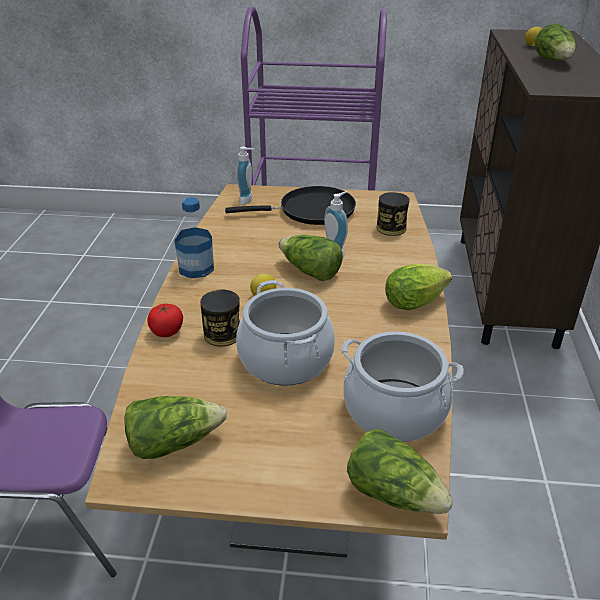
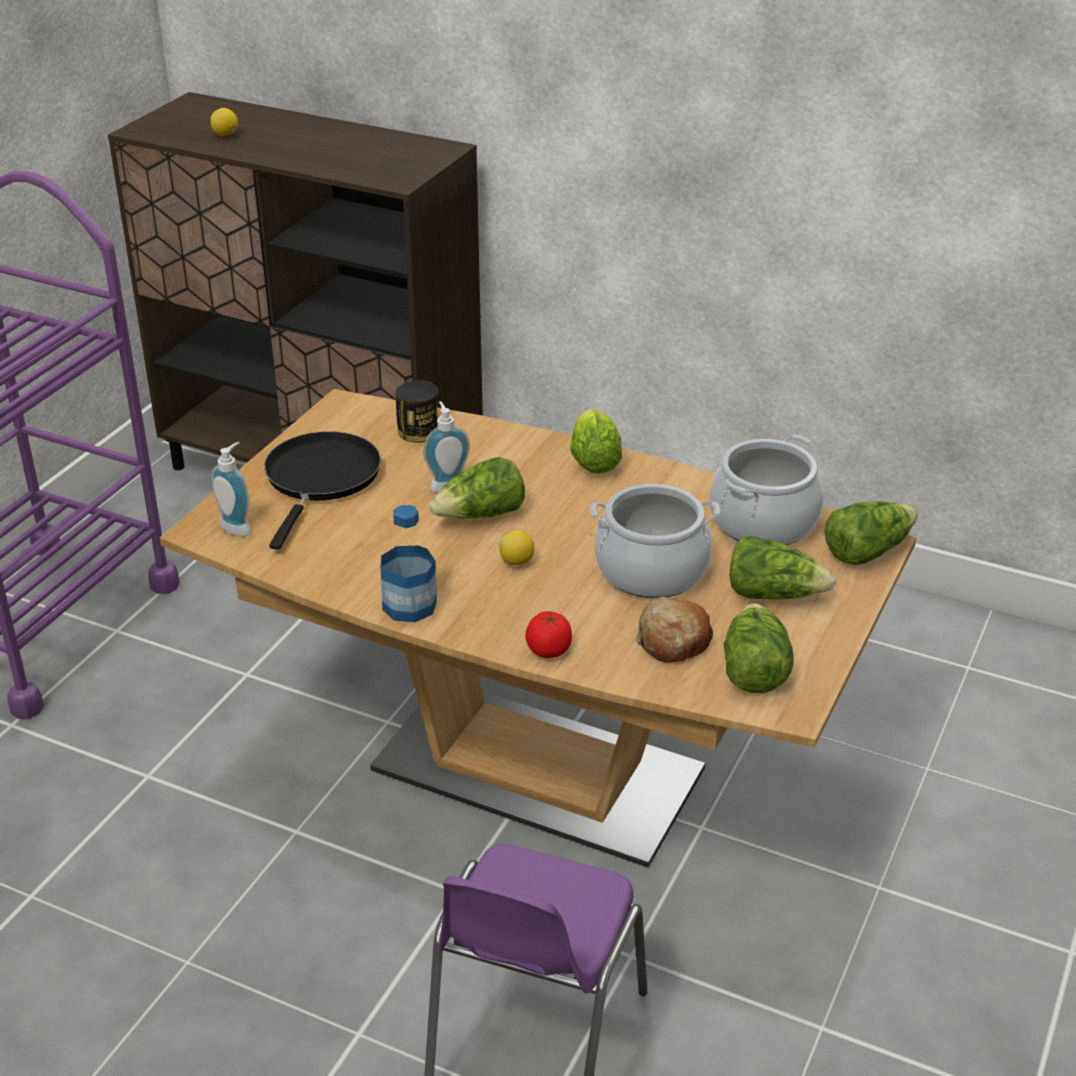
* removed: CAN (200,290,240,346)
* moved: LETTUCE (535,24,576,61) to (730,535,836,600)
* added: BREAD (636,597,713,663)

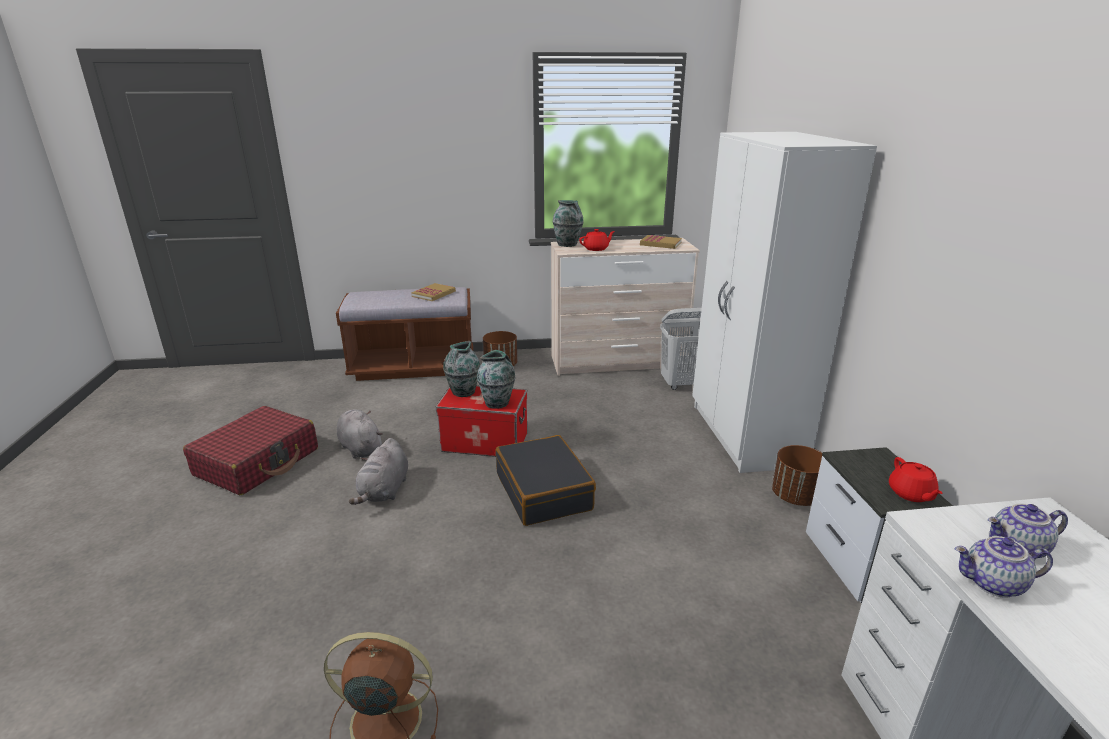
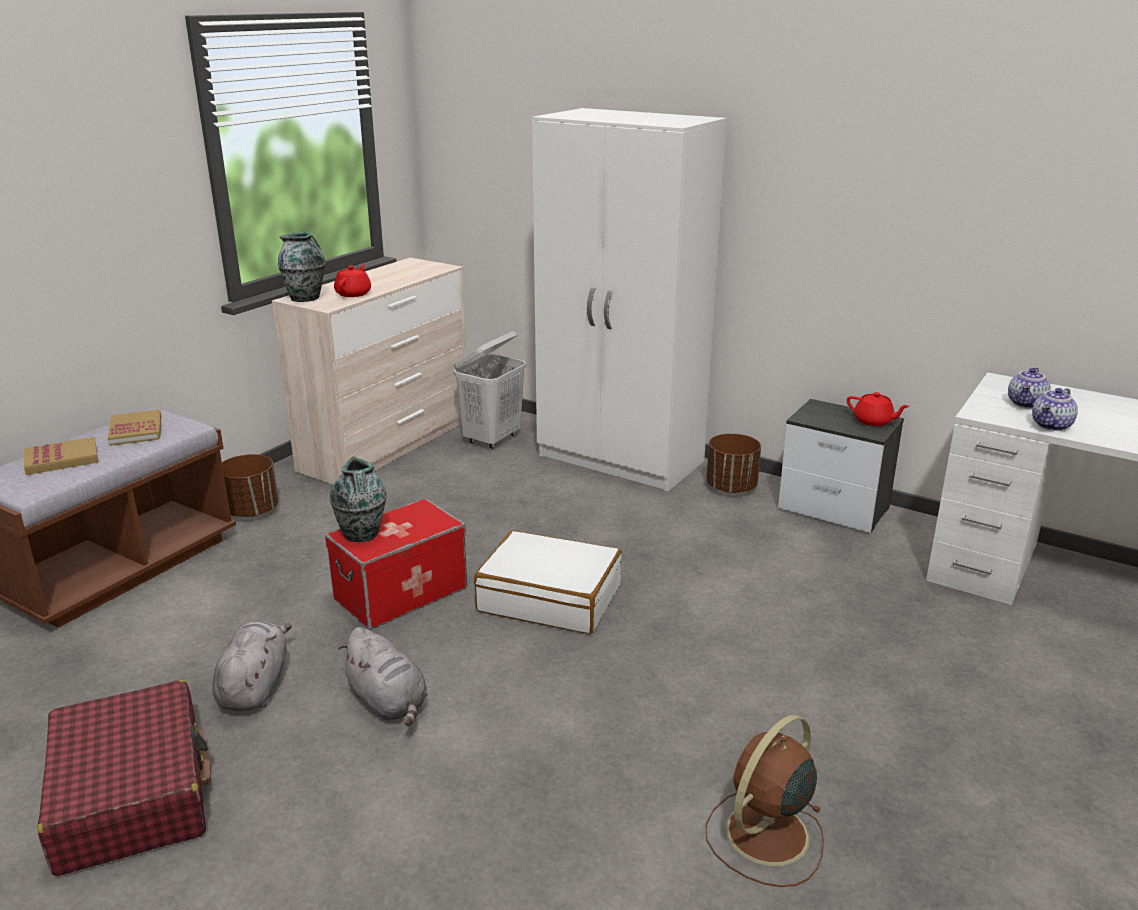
* turned: GREY PLUSH TOY (337,409,383,459) = (212,621,292,711) 90 degrees clockwise
* removed: VASE (477,350,515,409)
* recoloured: BLACK SUITCASE (495,435,596,526) to WHITE SUITCASE (474,530,622,634)
* moved: BOOK (640,235,682,249) to (24,437,98,475)

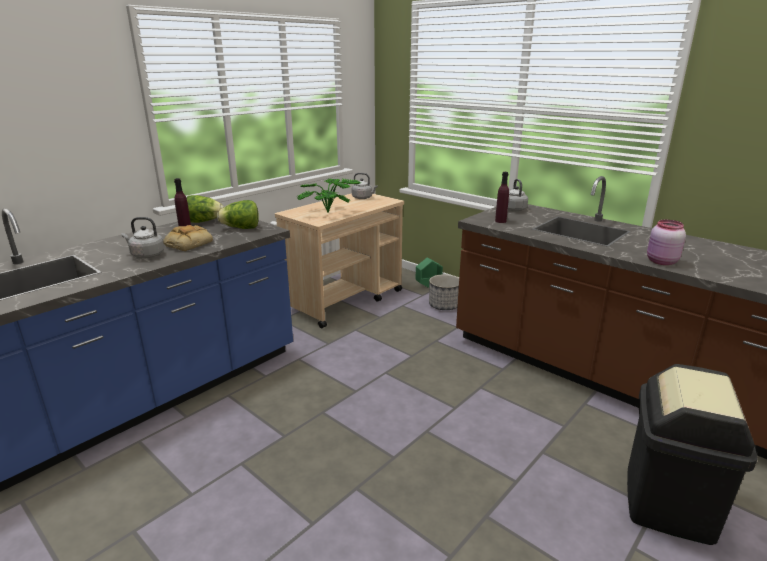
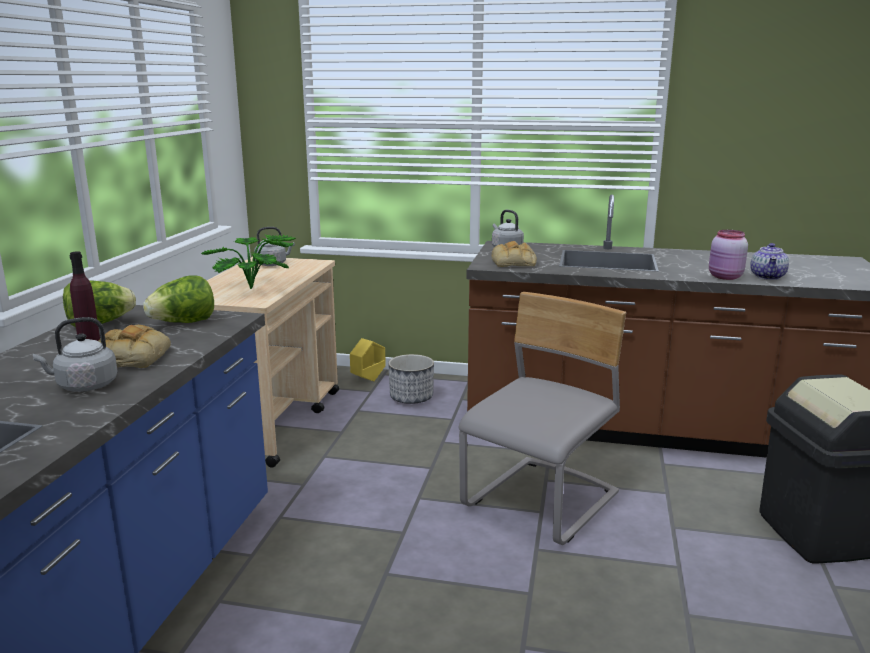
* recoloured: GREEN PLANTER (416,257,443,288) to YELLOW PLANTER (350,338,386,381)
* replaced: PURPLE BOTTLE (495,172,509,223) to BREAD (492,241,537,267)
* added: GREY CHAIR (459,292,626,545)
* added: TEAPOT (750,243,789,280)

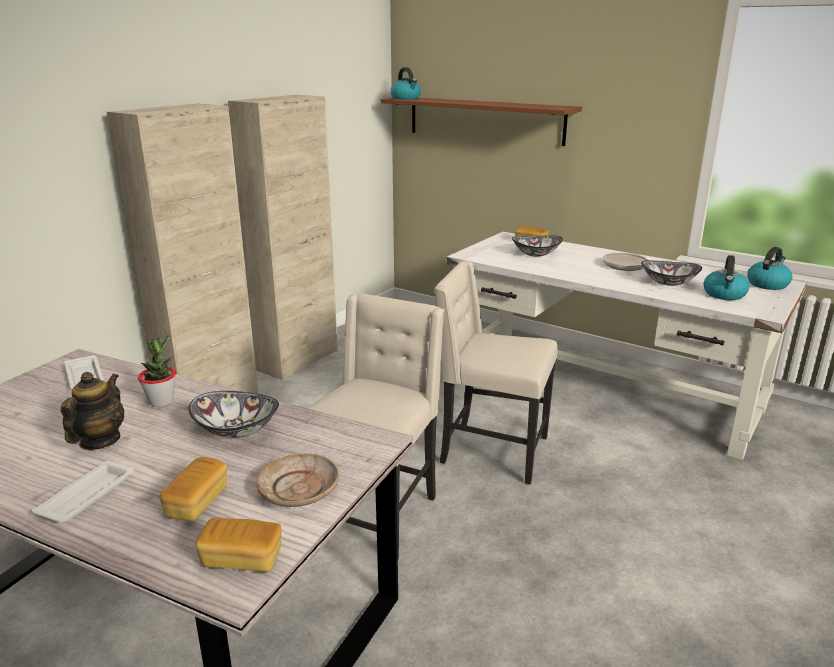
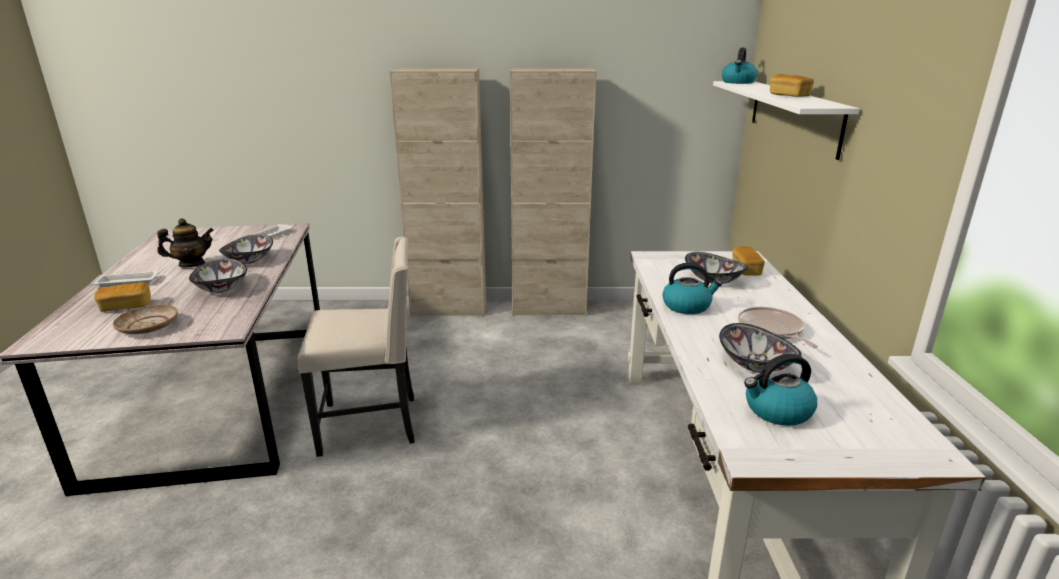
* replaced: POTTED PLANT (138,335,176,407) to BOWL (219,234,273,264)
* moved: BREAD (195,517,282,572) to (770,74,814,97)
* recoloured: BROWN SHELF (380,98,582,146) to WHITE SHELF (713,81,860,160)
* removed: BEIGE CHAIR (434,260,557,484)
* moved: KETTLE (747,247,792,290) to (662,263,722,314)

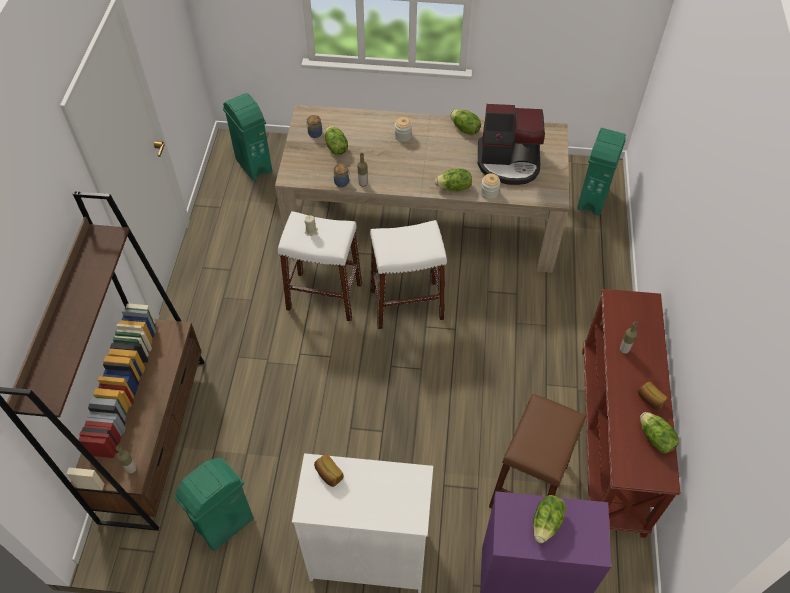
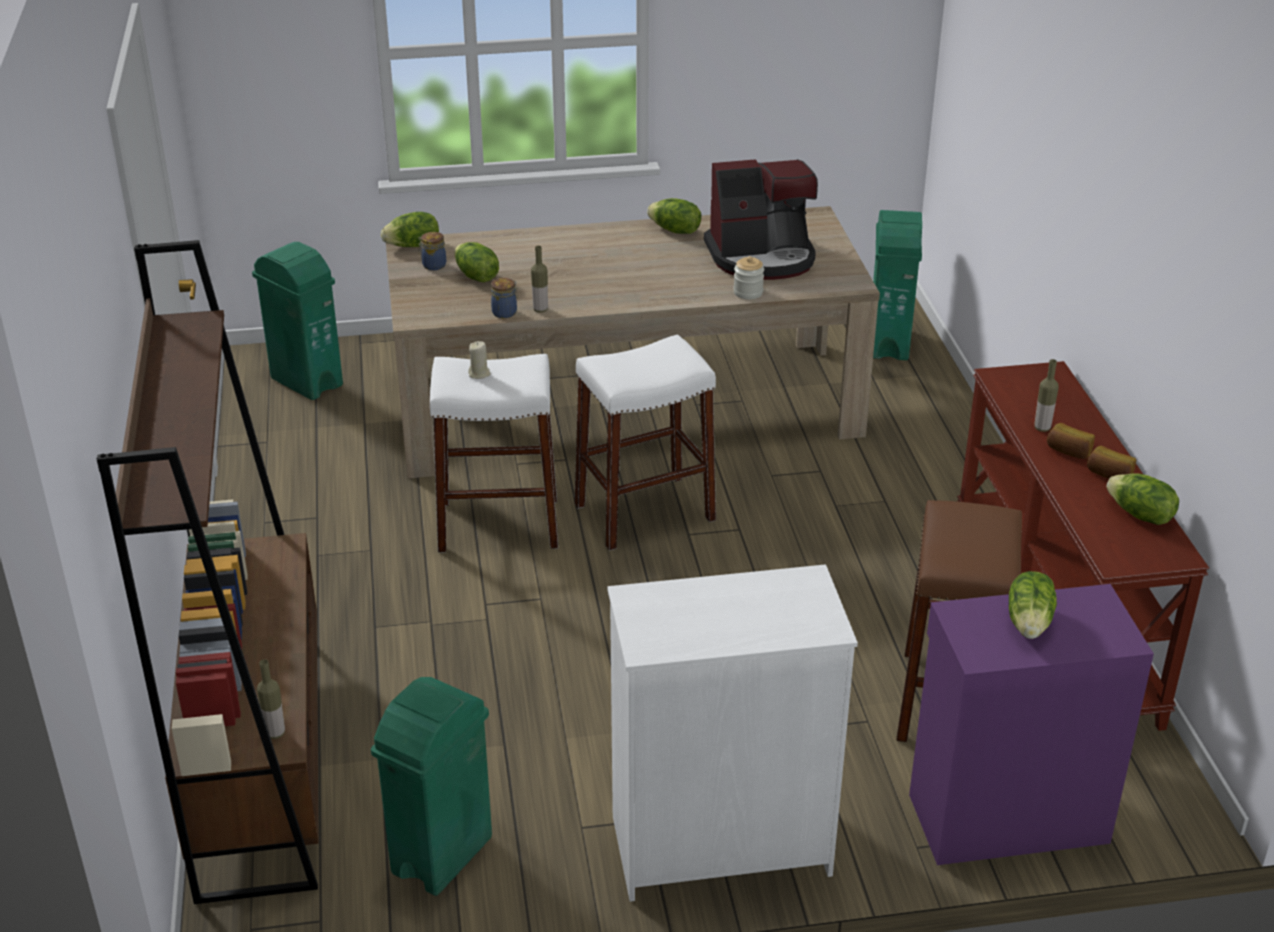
* moved: BREAD (314,454,344,487) to (1047,423,1095,459)
* removed: JAR (395,117,412,142)
* moved: LETTUCE (435,169,472,191) to (381,212,439,247)

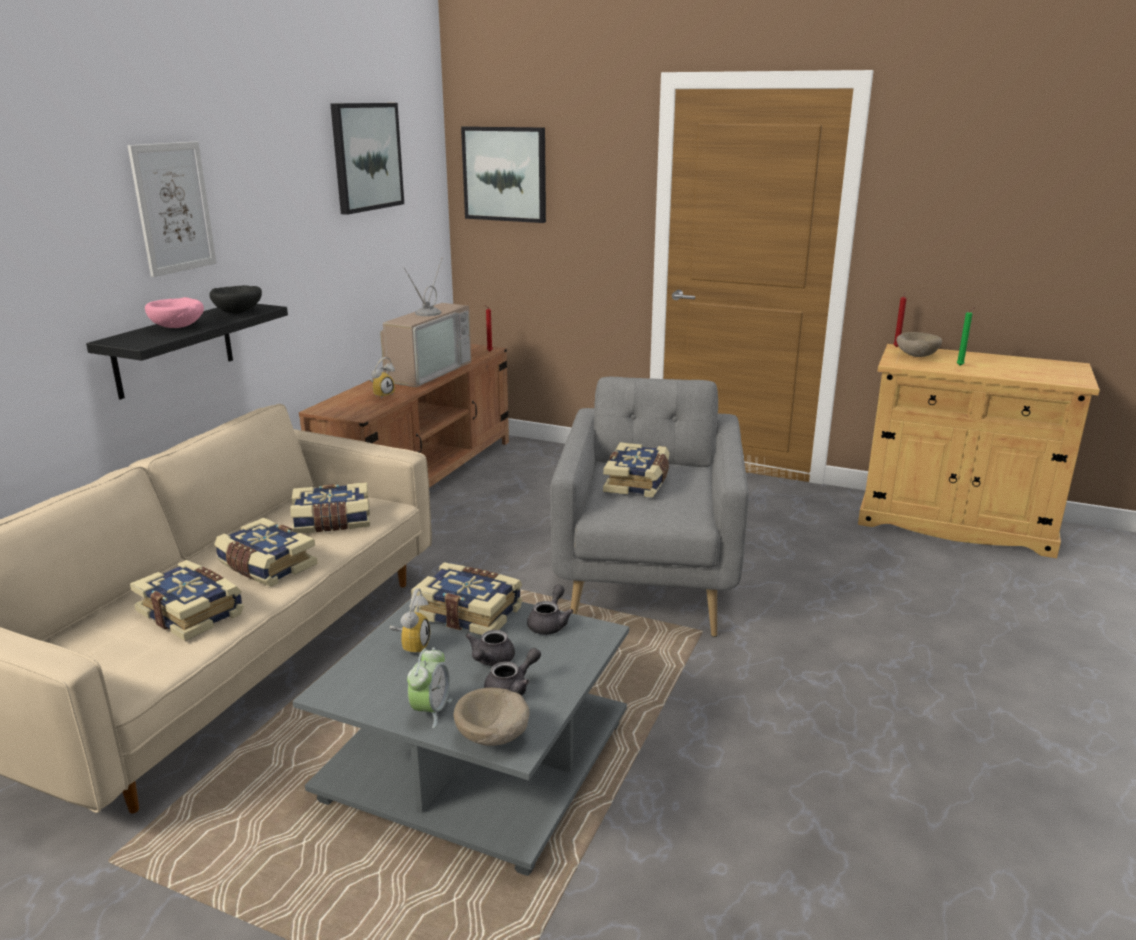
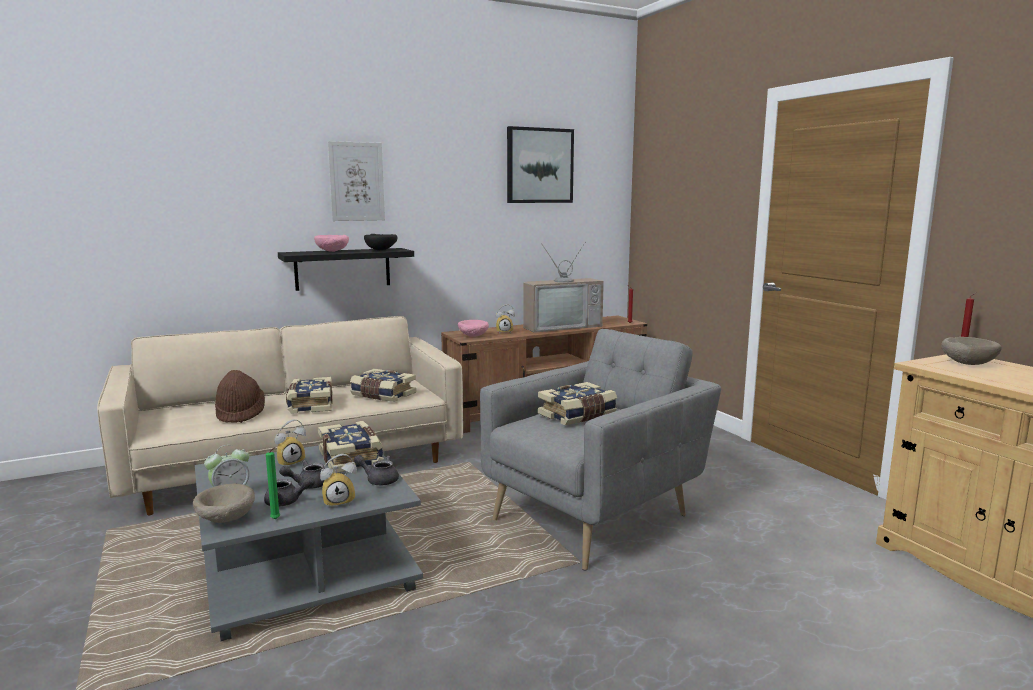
* replaced: BOOK (130,560,244,641) to BROWN HAT (215,370,265,423)
* removed: PICTURE (461,126,546,223)
* turned: GREY TEAPOT (527,585,574,635) = (354,455,399,485) 135 degrees counterclockwise
* moved: GREEN CANDLE (957,307,975,366) to (266,447,280,520)
* added: ALARM CLOCK (320,454,357,509)
* added: PINK BOWL (458,320,489,337)

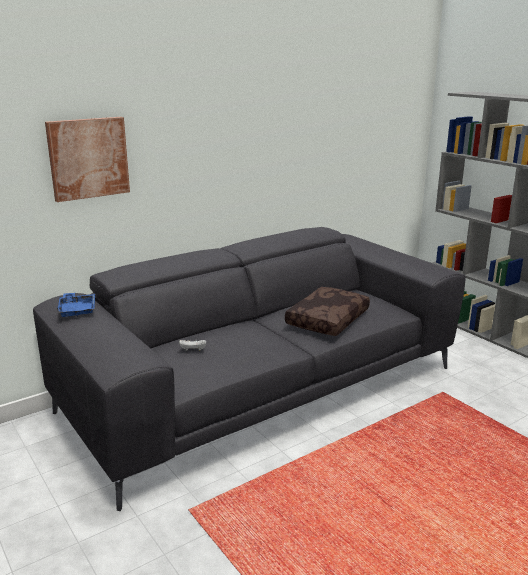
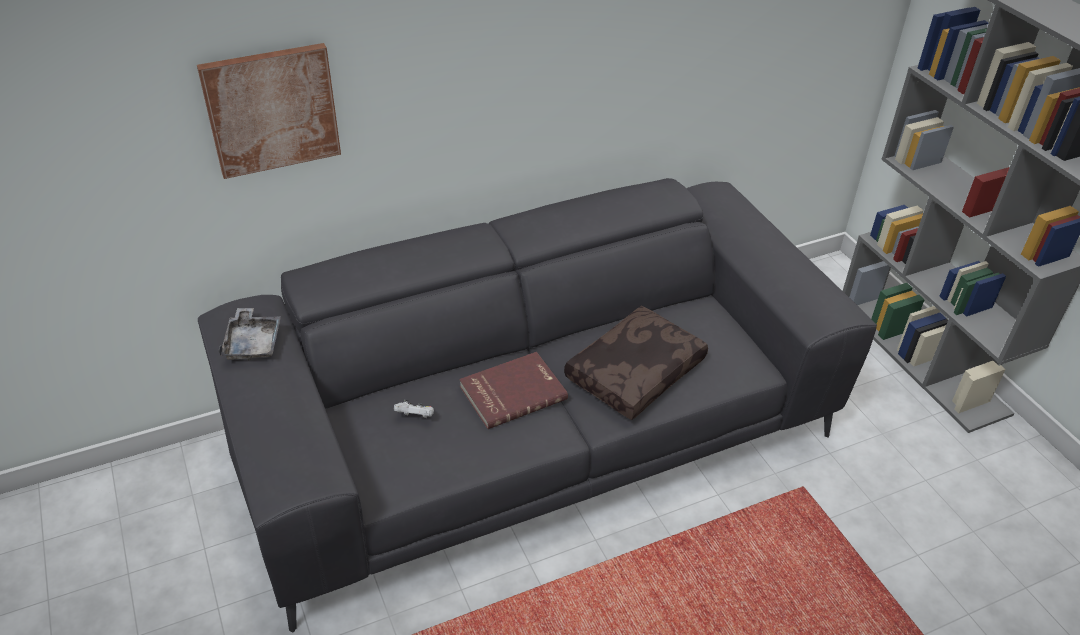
* recoloured: BLUE TRAY (57,293,95,317) to GREY TRAY (218,308,281,360)
* added: RED BOOK (459,352,568,429)

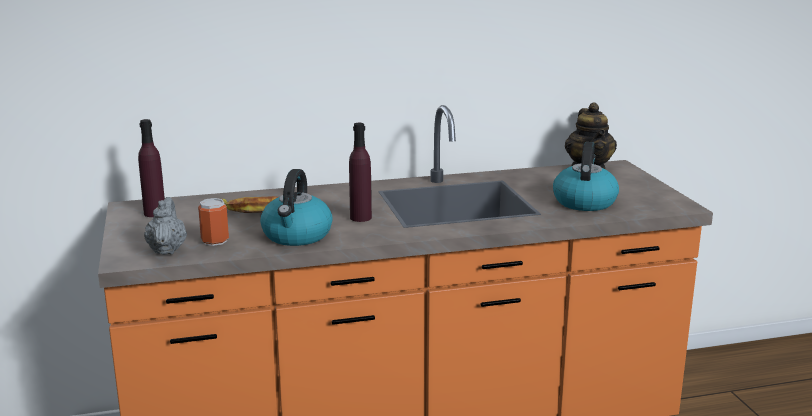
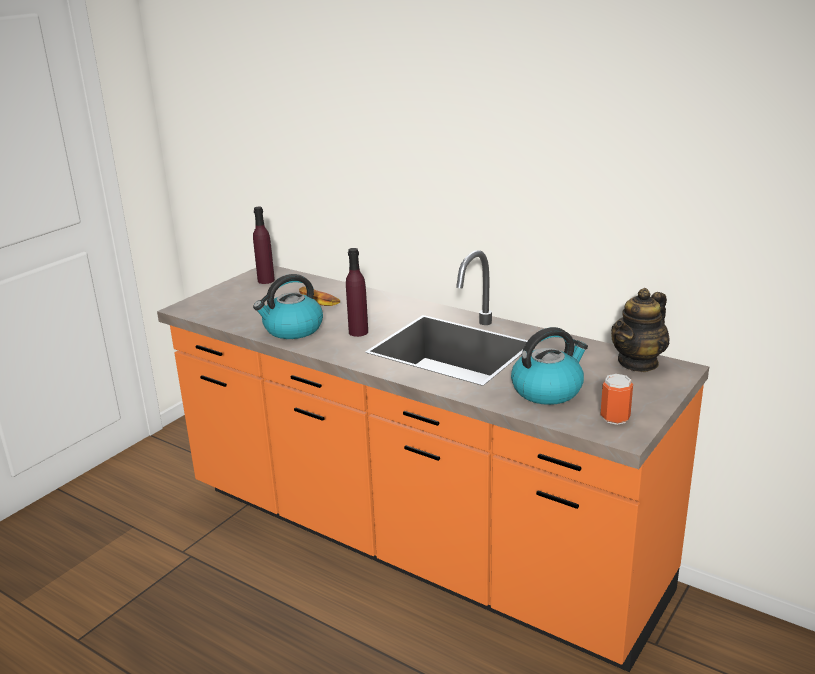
* removed: GREY TEAPOT (144,197,187,255)
* moved: CAN (198,198,229,246) to (600,374,633,425)

